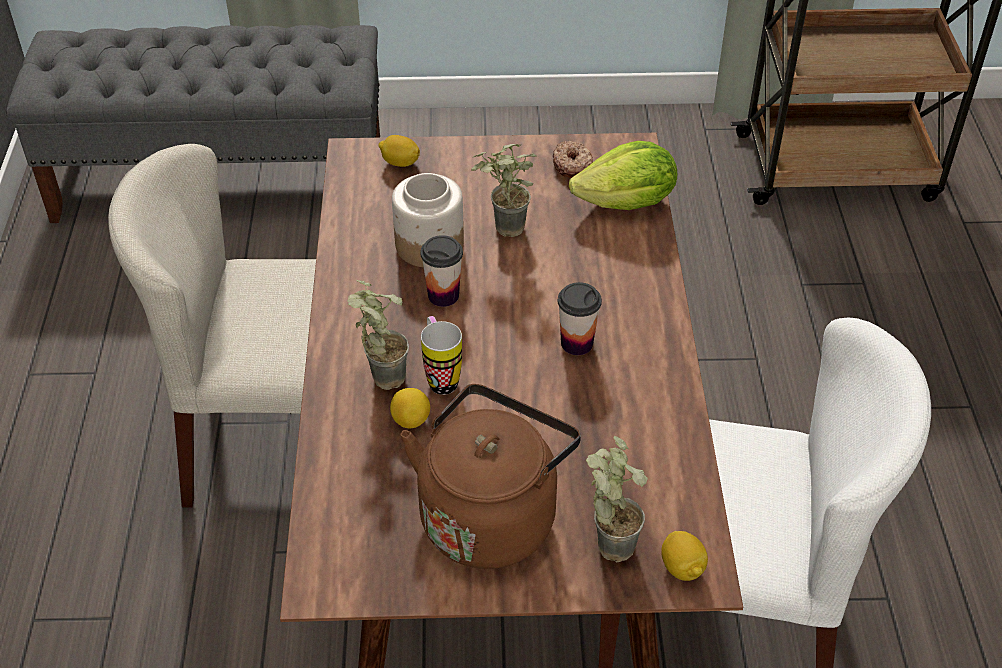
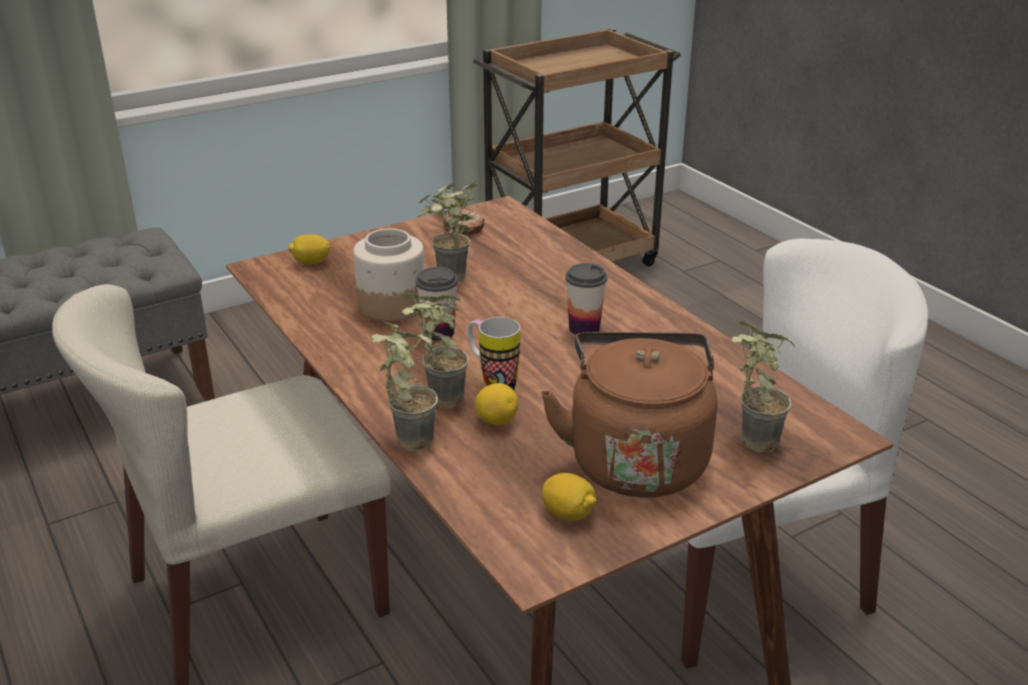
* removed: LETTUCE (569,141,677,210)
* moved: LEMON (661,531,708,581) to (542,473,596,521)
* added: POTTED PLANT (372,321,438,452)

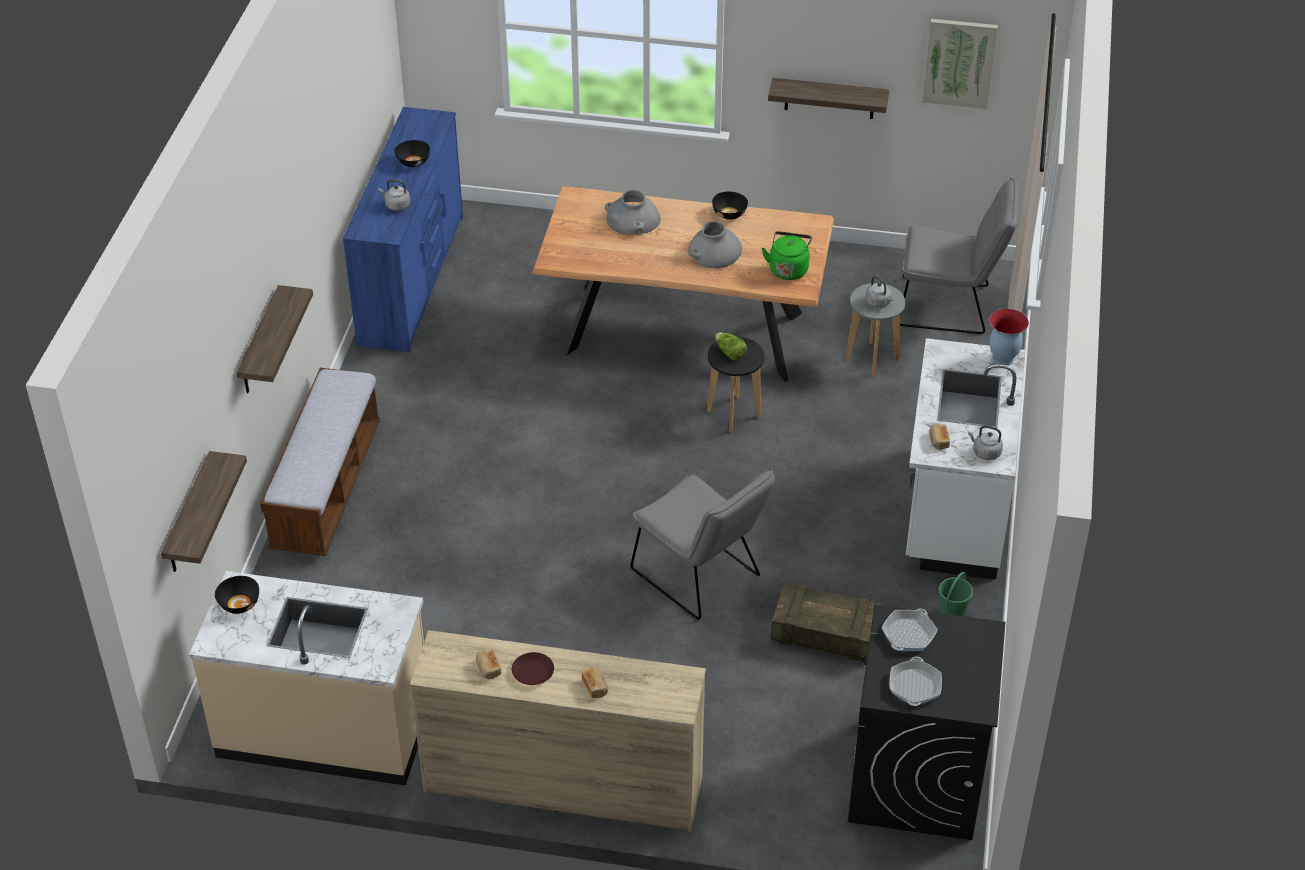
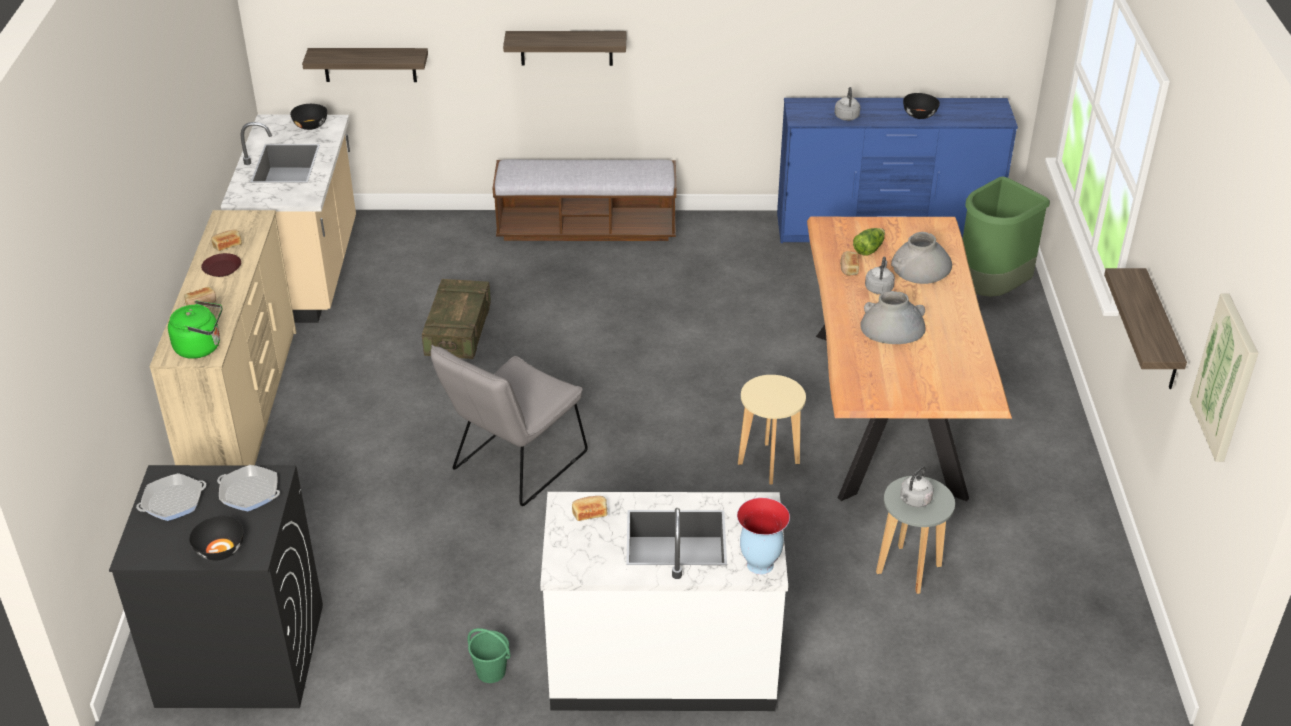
* recoloured: BLACK STOOL (707,337,765,432) to BEIGE STOOL (738,375,806,485)
* moved: BLACK BOWL (712,191,748,220) to (189,516,243,561)
* moved: LETTUCE (715,333,747,360) to (853,228,885,255)
* moved: GREEN KETTLE (762,231,812,280) to (168,300,222,359)
* moved: CRATE (771,583,883,661) to (422,279,491,359)
* turned: FRYING PAN (889,657,942,706) = (136,473,206,521) 150 degrees clockwise
* removed: GREY CHAIR (900,178,1019,334)
* moved: GREY KETTLE (968,425,1003,460) to (865,257,895,294)
* added: BREAD (840,251,859,276)
* added: GREEN TRASH CAN (963,176,1050,297)

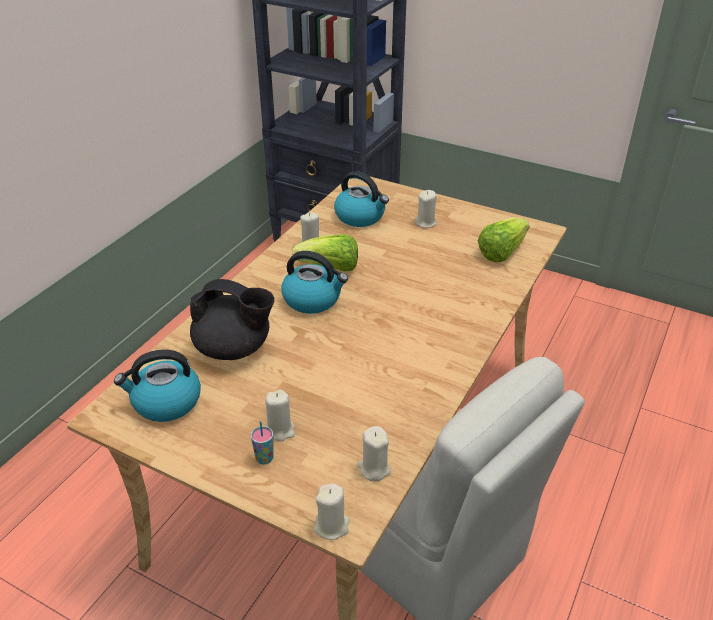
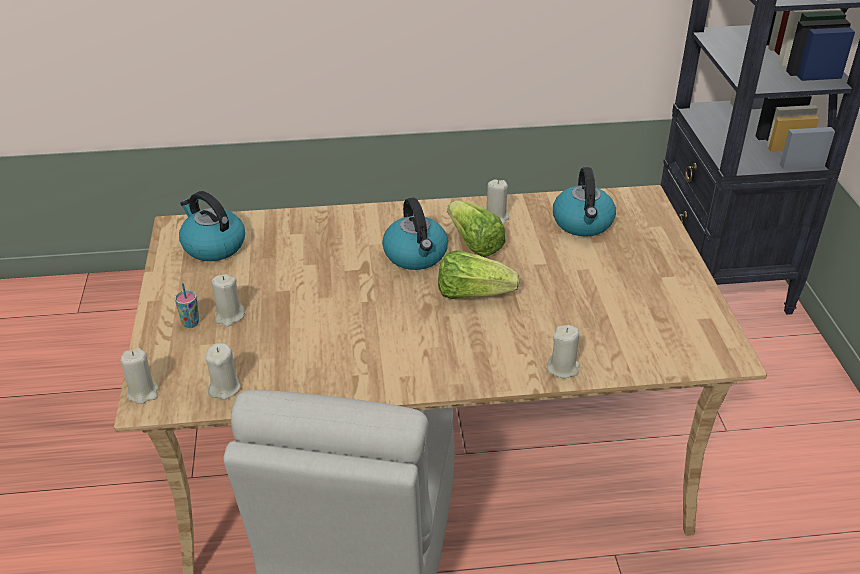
* removed: BLACK TEAPOT (190,279,274,360)
* moved: BEIGE CANDLE (414,190,436,228) to (547,325,580,378)
* moved: LETTUCE (478,217,530,262) to (438,250,520,299)

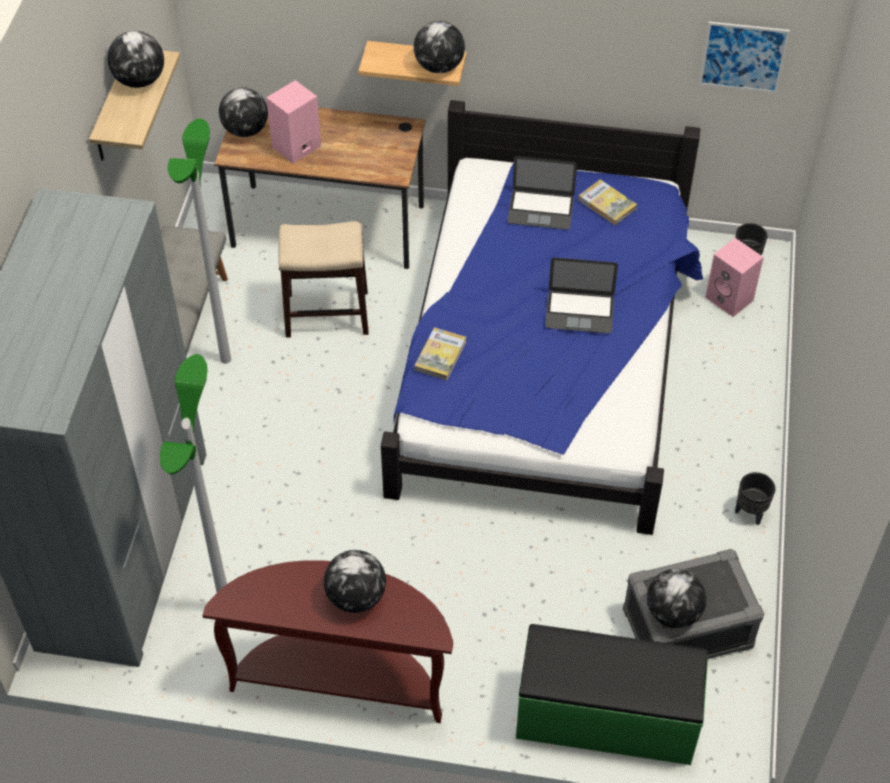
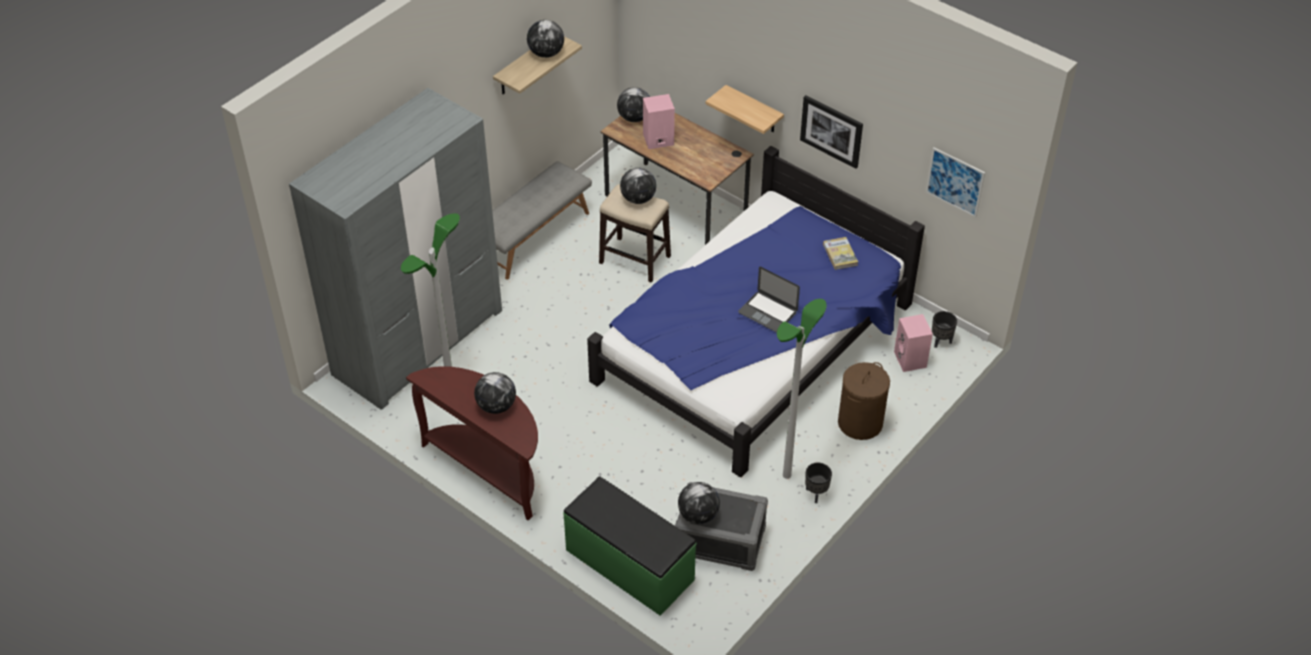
* moved: FLOOR LAMP (168,119,231,364) to (777,299,827,479)
* moved: GLOBE (414,21,465,73) to (620,168,656,204)
* removed: BOOK (414,327,466,380)
* removed: LAPTOP (507,156,577,230)
* added: PICTURE (800,95,863,169)
* added: BROWN LAUNDRY BASKET (838,362,890,440)

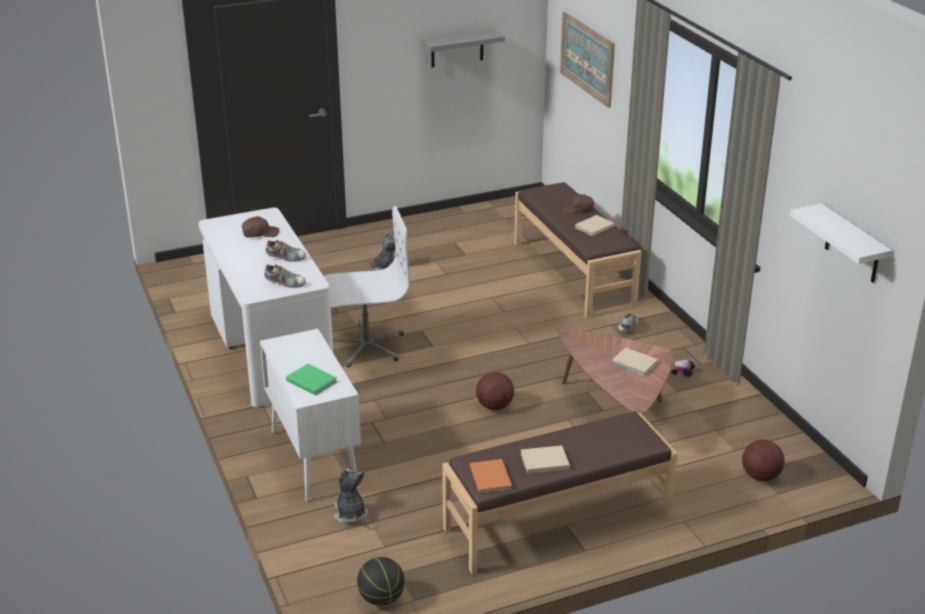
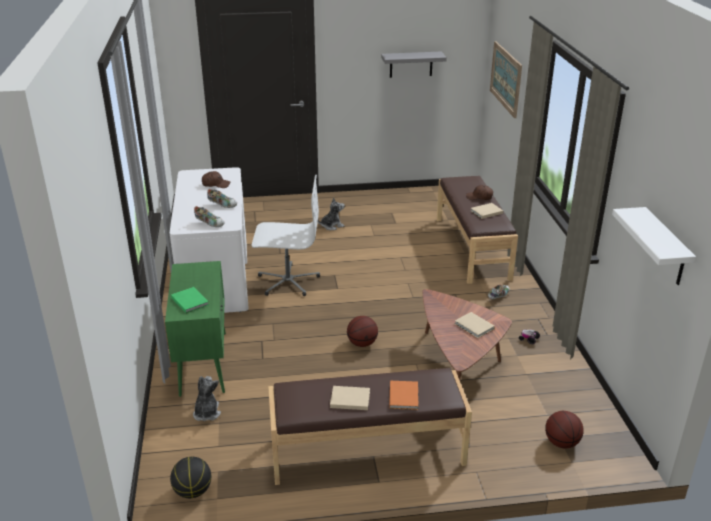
* recoloured: WHITE CABINET (260,329,361,502) to GREEN CABINET (165,261,226,397)
* moved: ORANGE BOOK (470,459,512,494) to (389,381,418,410)

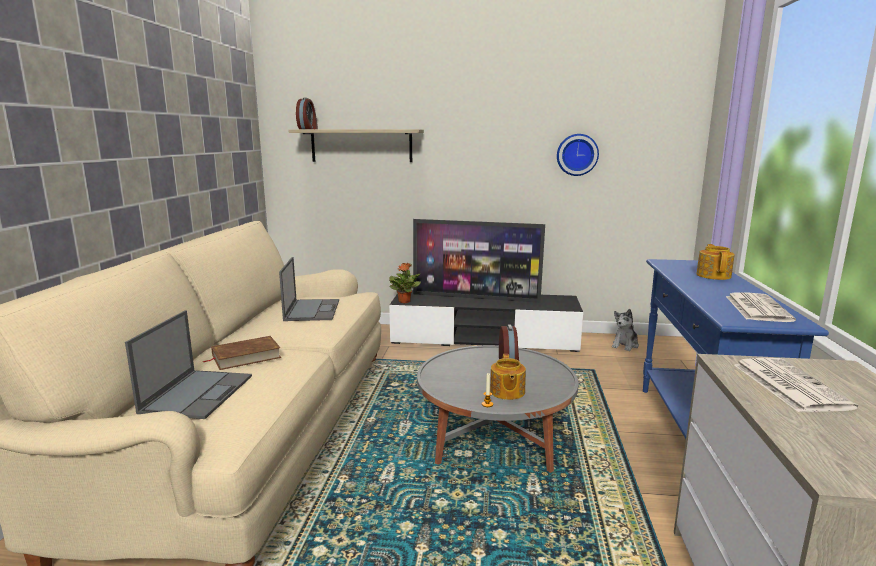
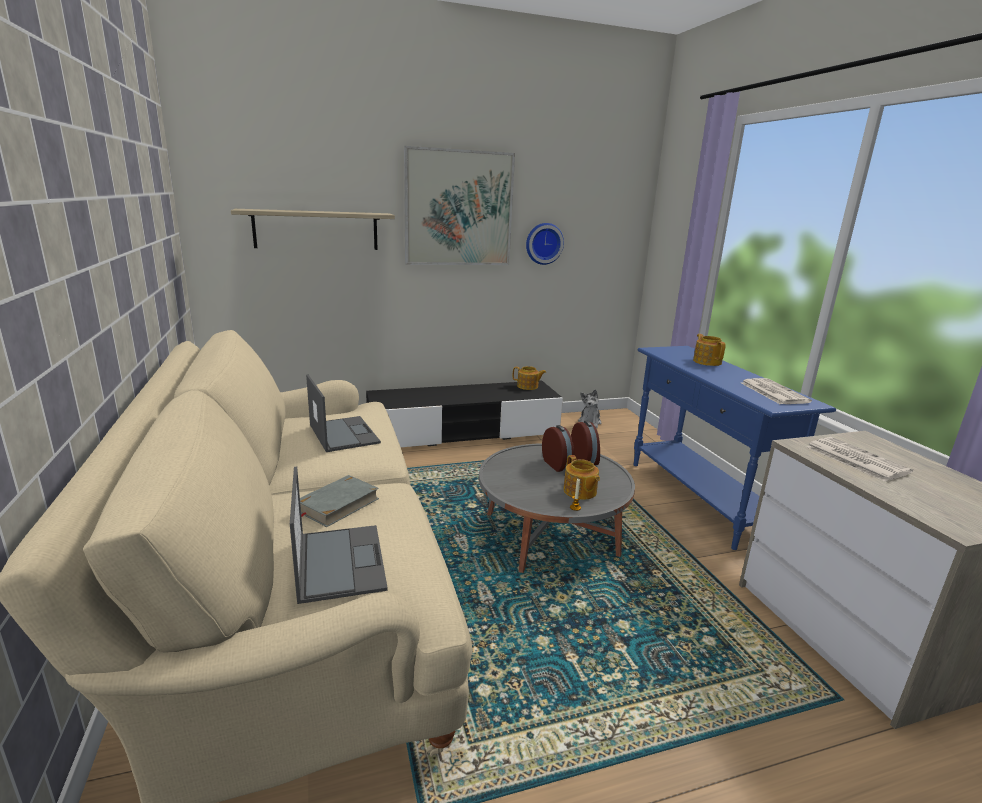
* recoloured: BROWN BOOK (203,336,281,370) to GREY BOOK (300,475,379,527)
* moved: ALARM CLOCK (296,97,318,129) to (571,420,600,465)
* removed: POTTED PLANT (389,263,421,303)
* removed: TELEVISION (413,219,545,303)
* added: PICTURE (404,146,515,265)
* added: TEAPOT (513,366,546,390)

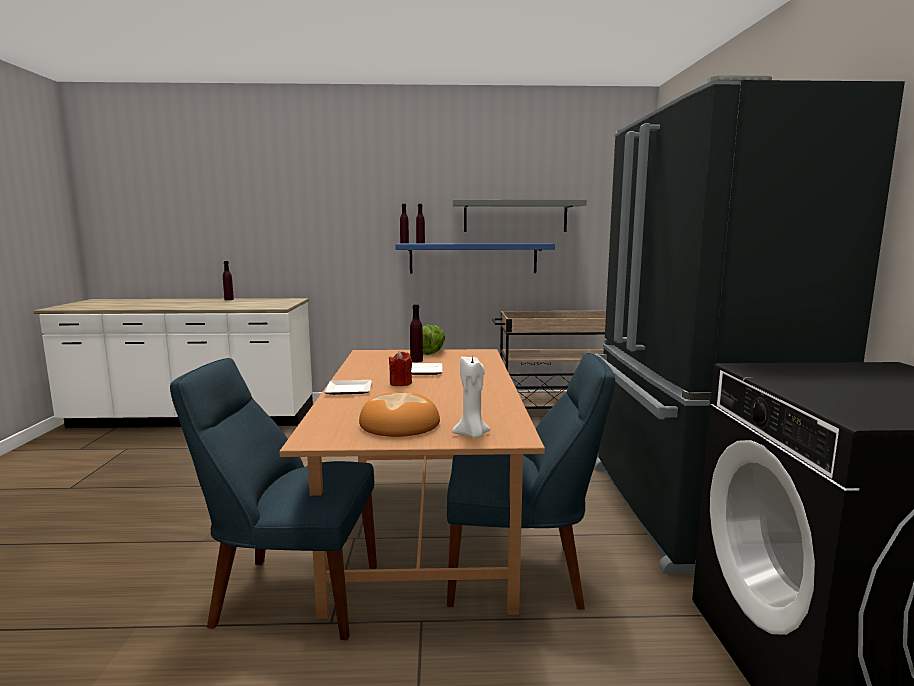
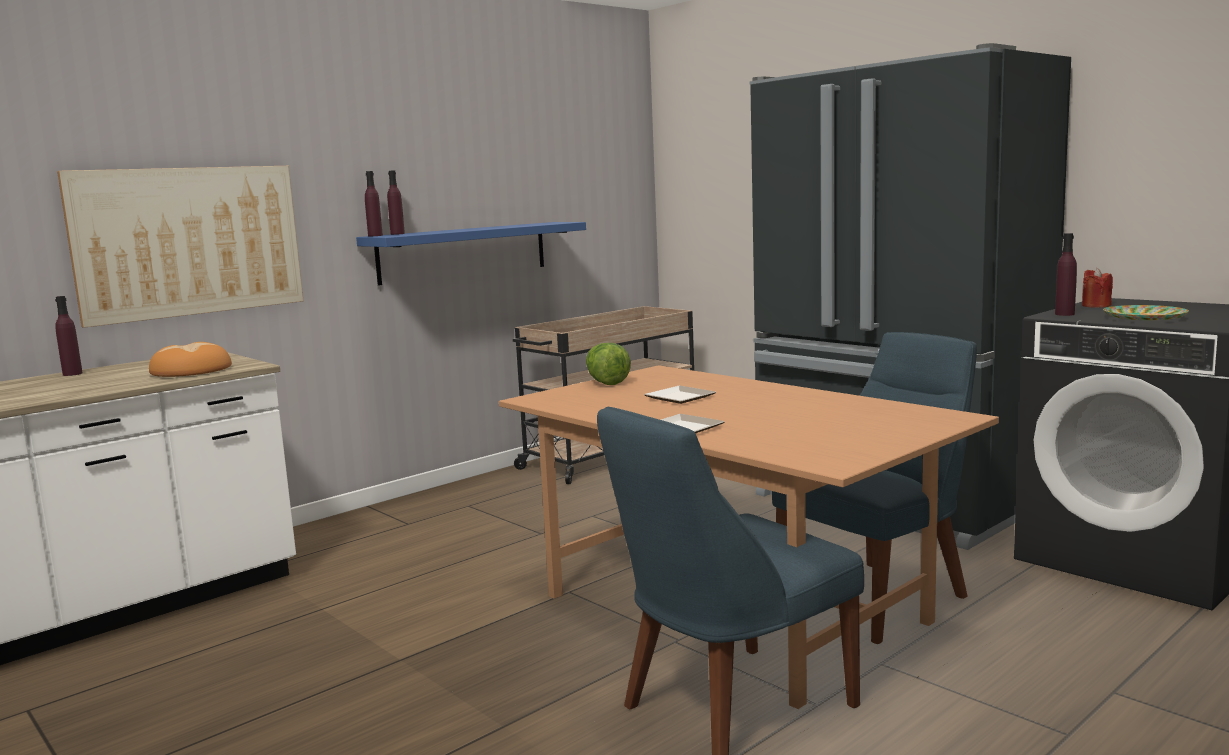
* moved: BREAD (359,392,440,437) to (149,342,232,377)
* moved: RED CANDLE (389,351,412,386) to (1082,268,1113,308)
* moved: PURPLE BOTTLE (410,304,423,362) to (1055,233,1077,316)
* removed: WHITE CANDLE (452,357,491,438)
* removed: GREY SHELF (453,199,587,232)
* added: PICTURE (57,166,303,328)
* added: PLATE (1103,305,1189,320)

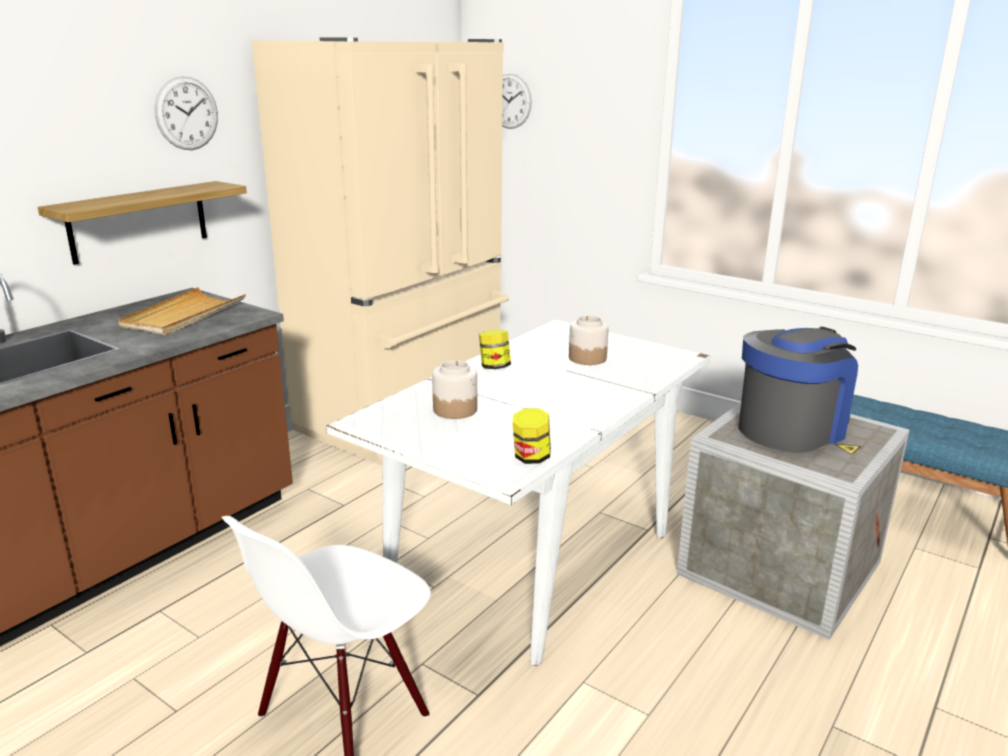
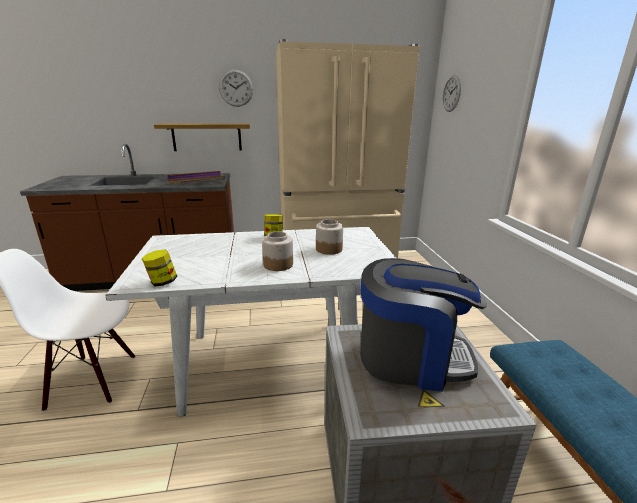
* recoloured: BEIGE TRAY (118,287,246,336) to PURPLE TRAY (167,171,225,184)
* moved: JAR (432,360,477,419) to (262,231,293,271)

